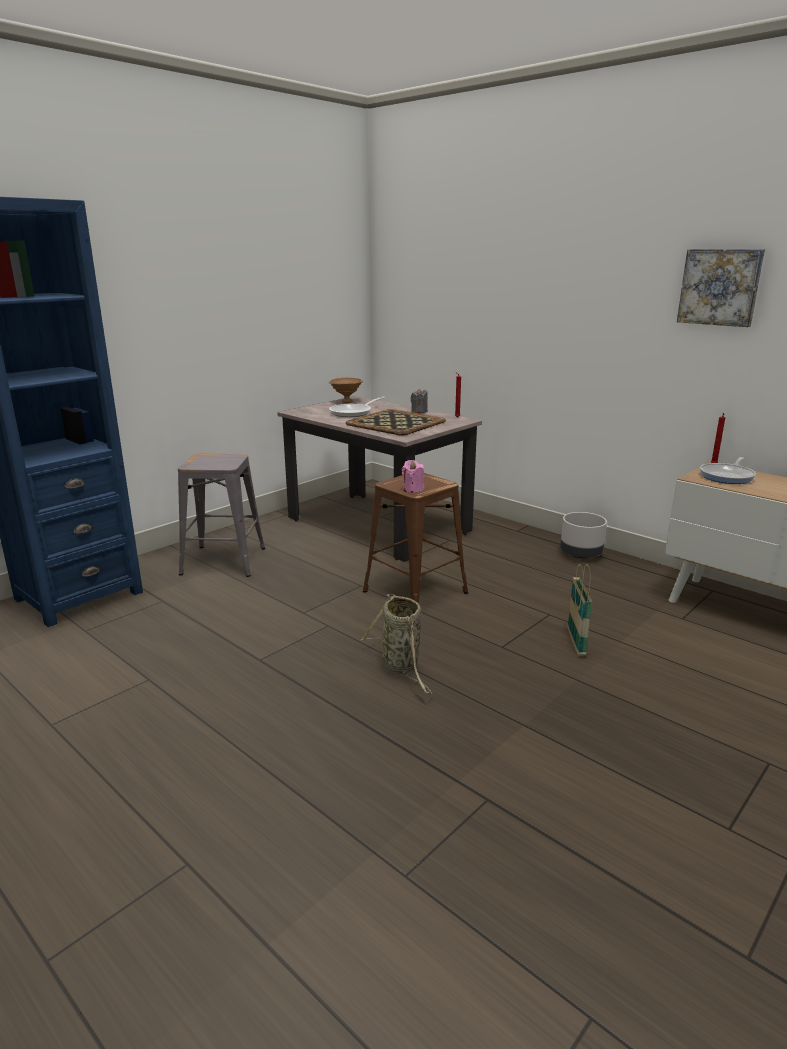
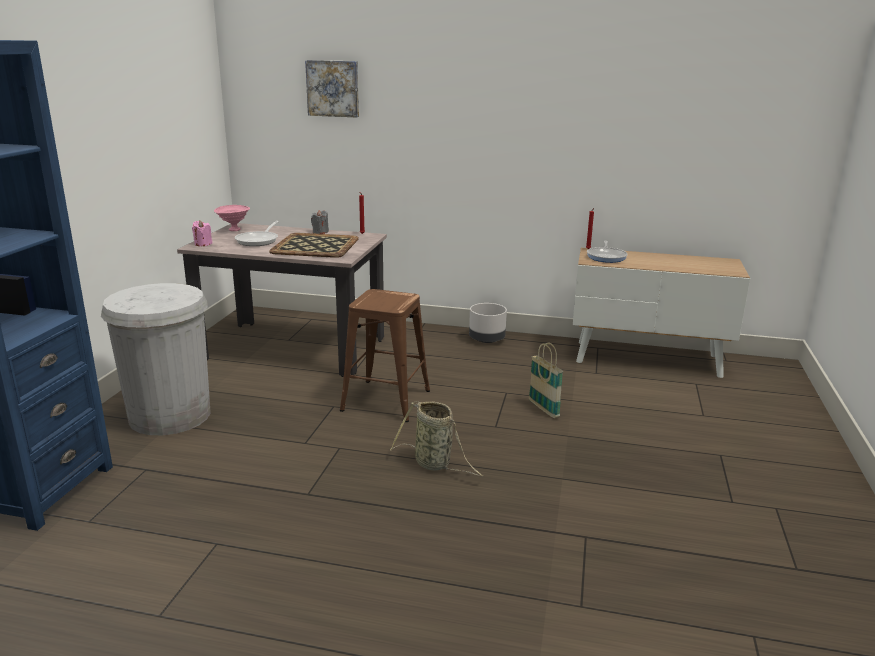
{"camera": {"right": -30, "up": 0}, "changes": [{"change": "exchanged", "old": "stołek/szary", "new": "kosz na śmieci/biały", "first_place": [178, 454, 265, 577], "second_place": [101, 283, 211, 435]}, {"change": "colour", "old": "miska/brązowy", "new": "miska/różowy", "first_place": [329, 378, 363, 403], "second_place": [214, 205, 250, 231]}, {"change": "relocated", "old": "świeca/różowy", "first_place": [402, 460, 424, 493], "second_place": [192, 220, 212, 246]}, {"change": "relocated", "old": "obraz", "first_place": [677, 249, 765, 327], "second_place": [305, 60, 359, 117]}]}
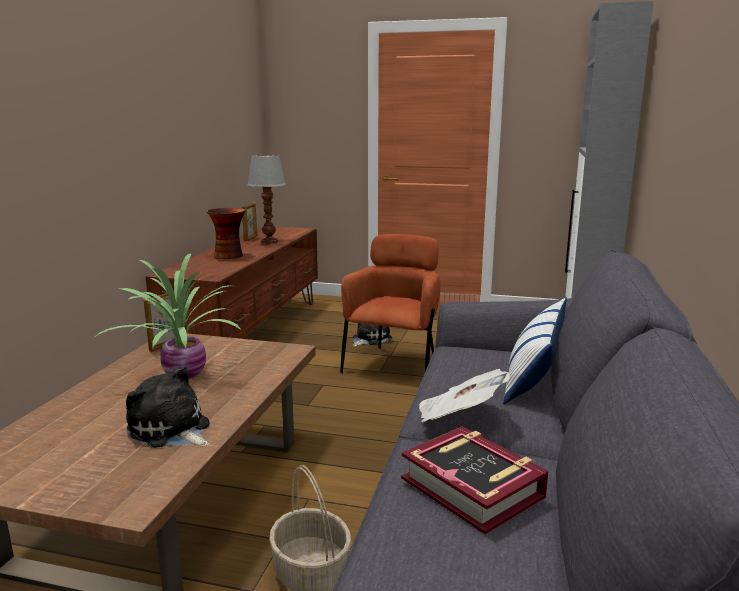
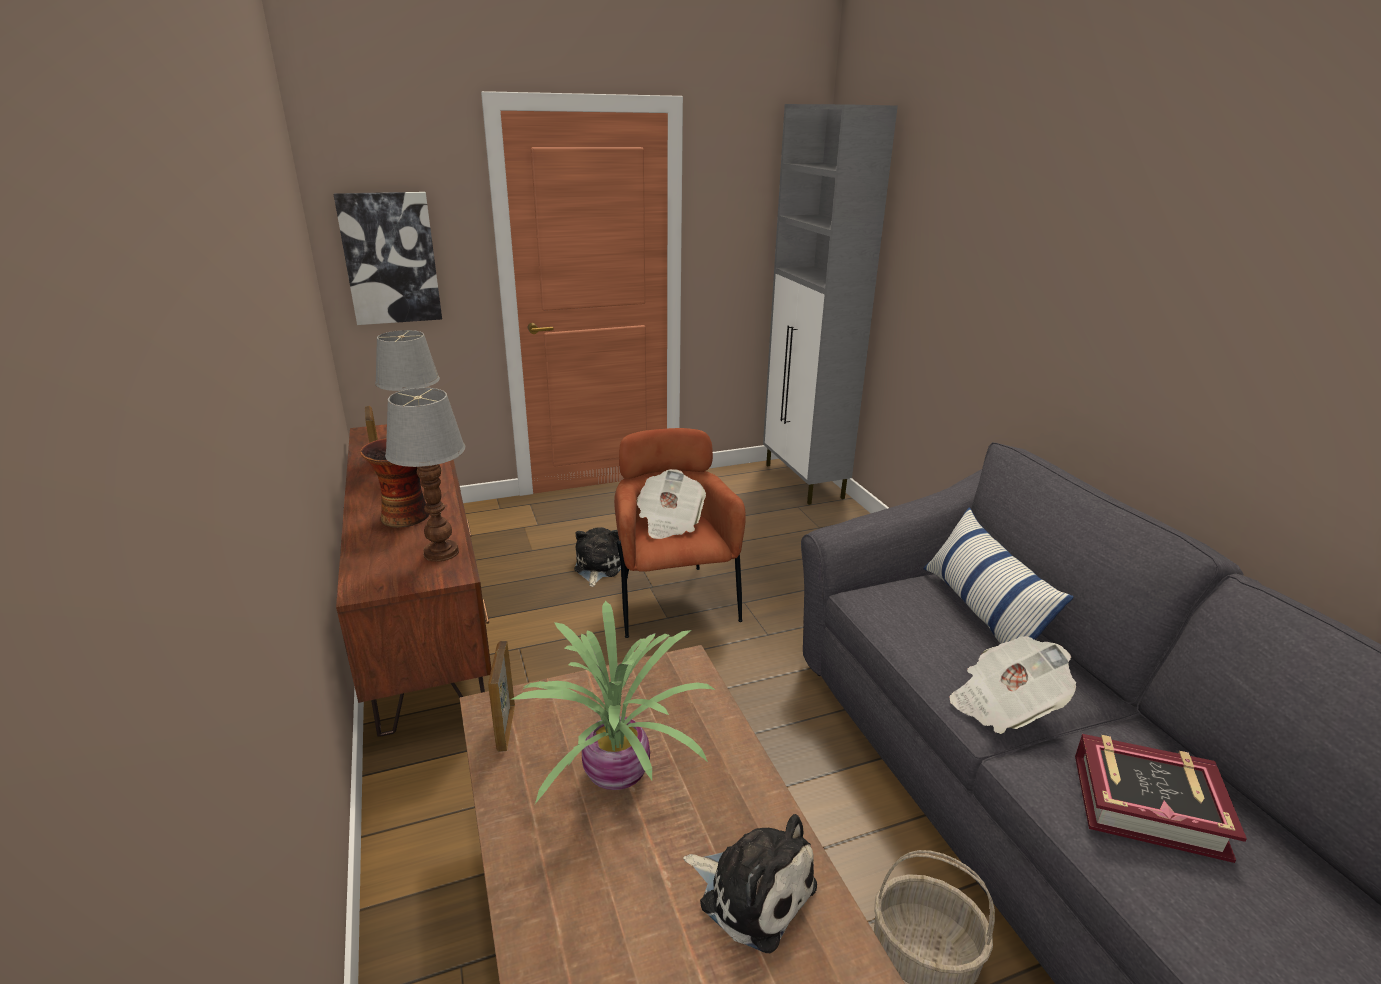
{"camera": {"right": -35, "up": 10}, "changes": [{"change": "spun", "old": "pluszak", "first_place": [126, 366, 209, 448], "second_place": [683, 814, 817, 953], "degrees": -150}, {"change": "appeared", "new": "obraz", "second_place": [333, 192, 442, 325]}, {"change": "appeared", "new": "lampa stołowa", "second_place": [385, 388, 466, 562]}, {"change": "appeared", "new": "gazeta", "second_place": [637, 469, 706, 539]}]}
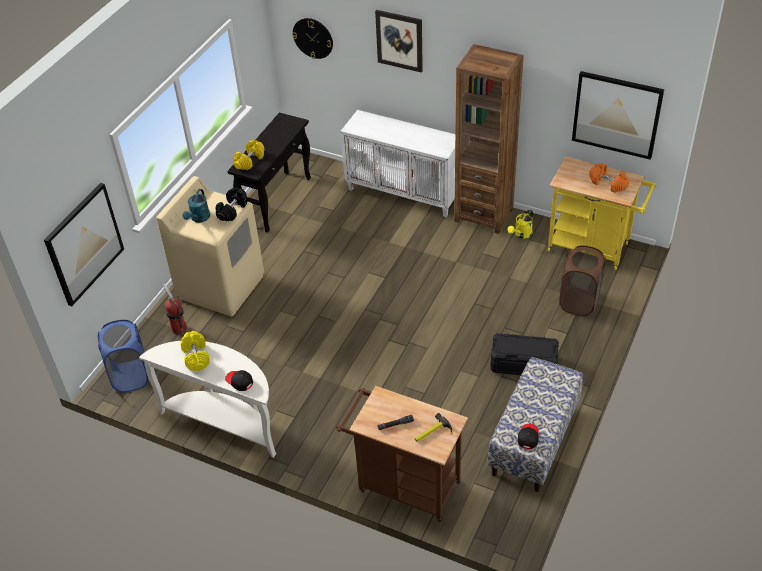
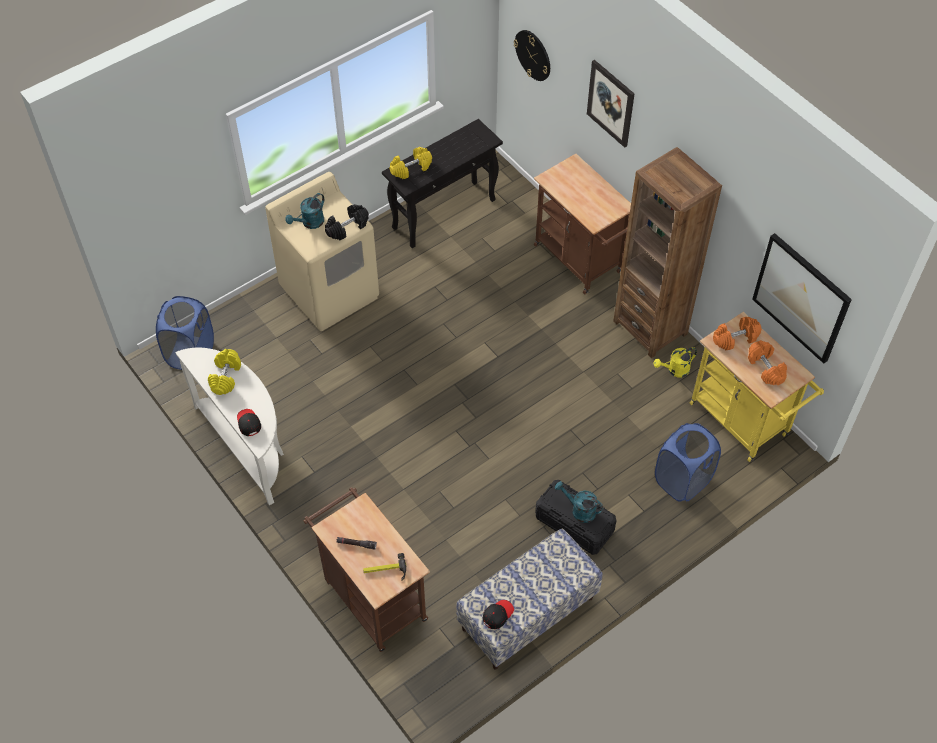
{"camera": {"right": 25, "up": 10}, "changes": [{"change": "missing", "old": "obraz", "first_place": [44, 183, 124, 306]}, {"change": "missing", "old": "gaśnica", "first_place": [162, 283, 187, 335]}, {"change": "exchanged", "old": "szafka/biały", "new": "wózek/brązowy", "first_place": [340, 110, 455, 217], "second_place": [534, 154, 631, 294]}, {"change": "colour", "old": "kosz na pranie/brązowy", "new": "kosz na pranie/niebieski", "first_place": [559, 245, 606, 316], "second_place": [655, 423, 721, 502]}, {"change": "appeared", "new": "konewka/turkusowy", "second_place": [555, 481, 603, 523]}, {"change": "appeared", "new": "hantel/pomarańczowy", "second_place": [713, 317, 762, 350]}]}
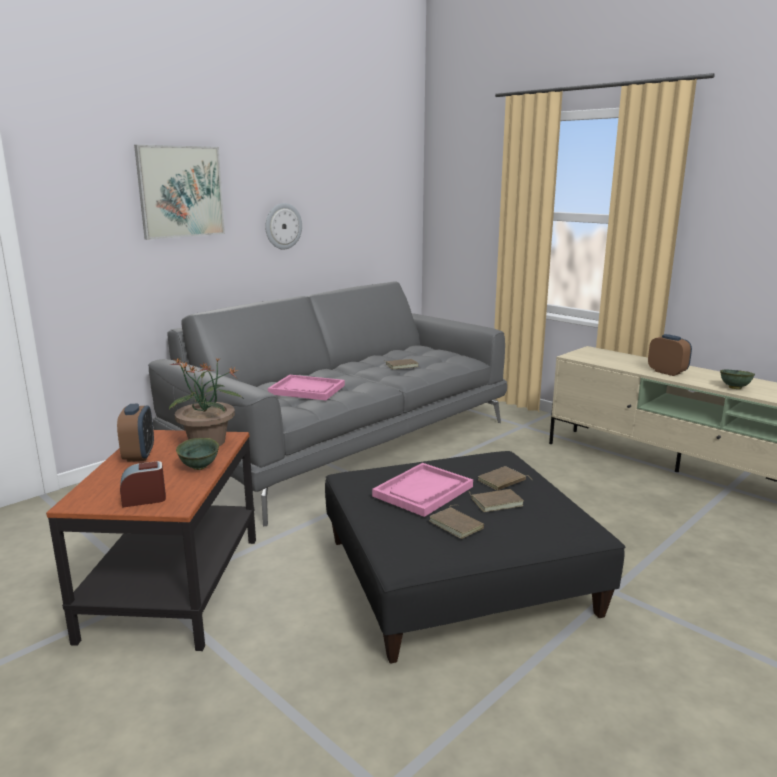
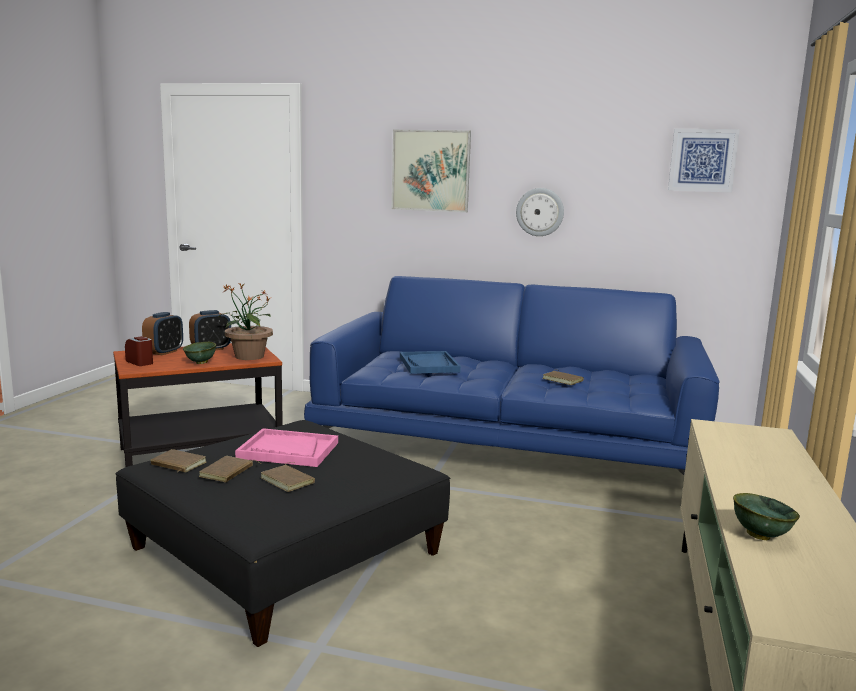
{"camera": {"right": 60, "up": -5}, "changes": [{"change": "colour", "old": "kanapa/szary", "new": "kanapa/niebieski", "first_place": [148, 282, 507, 526], "second_place": [304, 276, 719, 475]}, {"change": "colour", "old": "taca/różowy", "new": "taca/niebieski", "first_place": [268, 375, 345, 400], "second_place": [400, 351, 461, 374]}, {"change": "relocated", "old": "książka/brązowy", "first_place": [478, 466, 532, 491], "second_place": [150, 449, 206, 473]}, {"change": "relocated", "old": "budzik", "first_place": [648, 334, 692, 376], "second_place": [142, 312, 183, 355]}, {"change": "appeared", "new": "obraz", "second_place": [668, 129, 740, 193]}]}
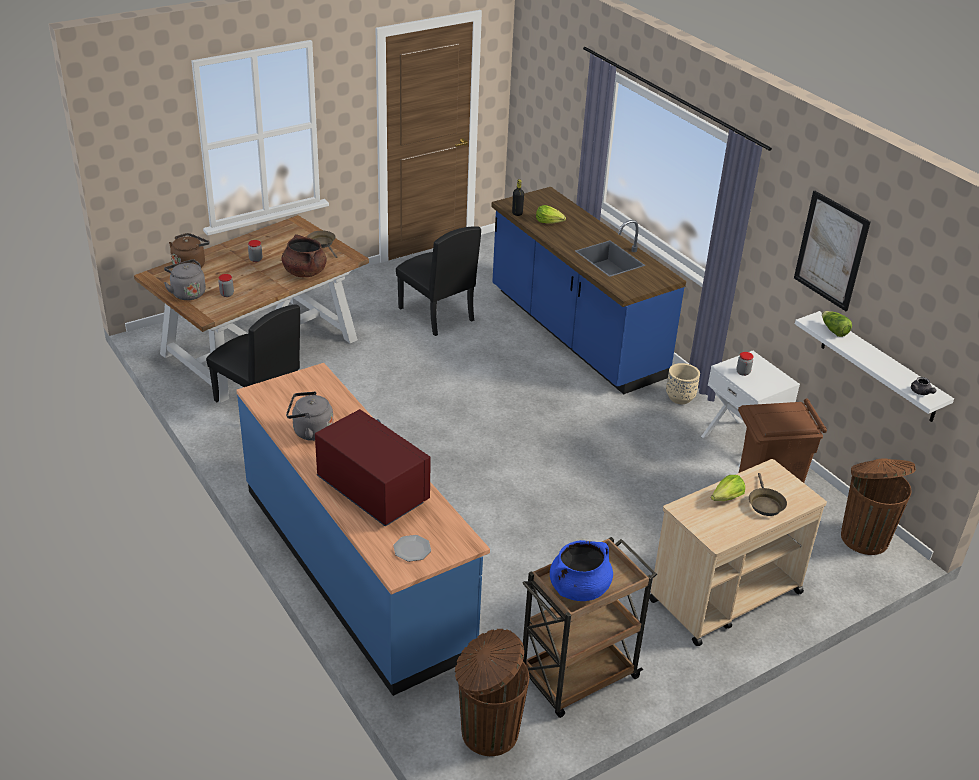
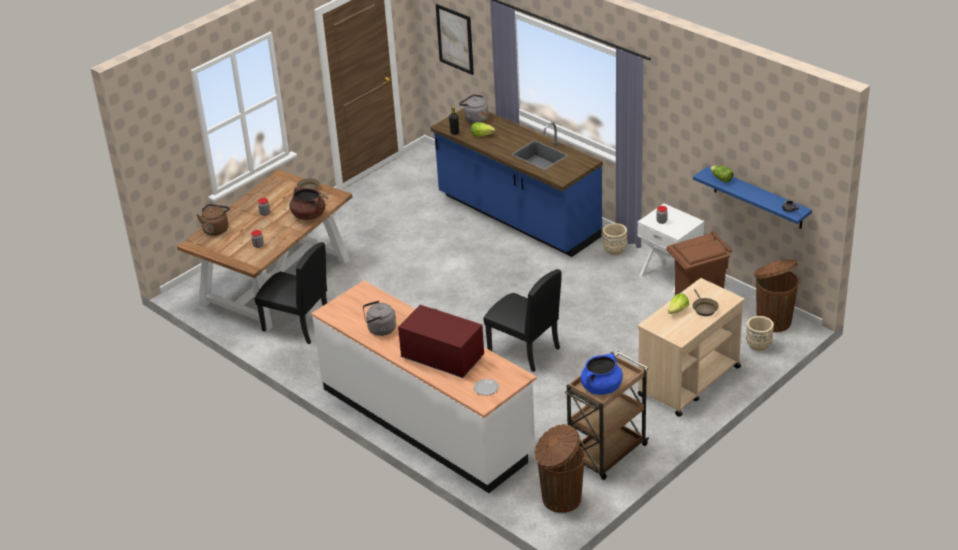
{"camera": {"right": -10, "up": 0}, "changes": [{"change": "relocated", "old": "czajnik/szary", "first_place": [164, 259, 206, 300], "second_place": [459, 94, 489, 123]}, {"change": "colour", "old": "zabudowa kuchenna/niebieski", "new": "zabudowa kuchenna/biały", "first_place": [236, 363, 490, 696], "second_place": [312, 280, 537, 493]}, {"change": "relocated", "old": "krzesło/czarny", "first_place": [396, 226, 481, 336], "second_place": [483, 269, 562, 372]}, {"change": "relocated", "old": "obraz", "first_place": [794, 191, 871, 311], "second_place": [435, 4, 474, 75]}, {"change": "colour", "old": "półka/biały", "new": "półka/niebieski", "first_place": [795, 311, 954, 422], "second_place": [693, 166, 812, 229]}, {"change": "appeared", "new": "donica/beżowy", "second_place": [746, 316, 774, 351]}]}
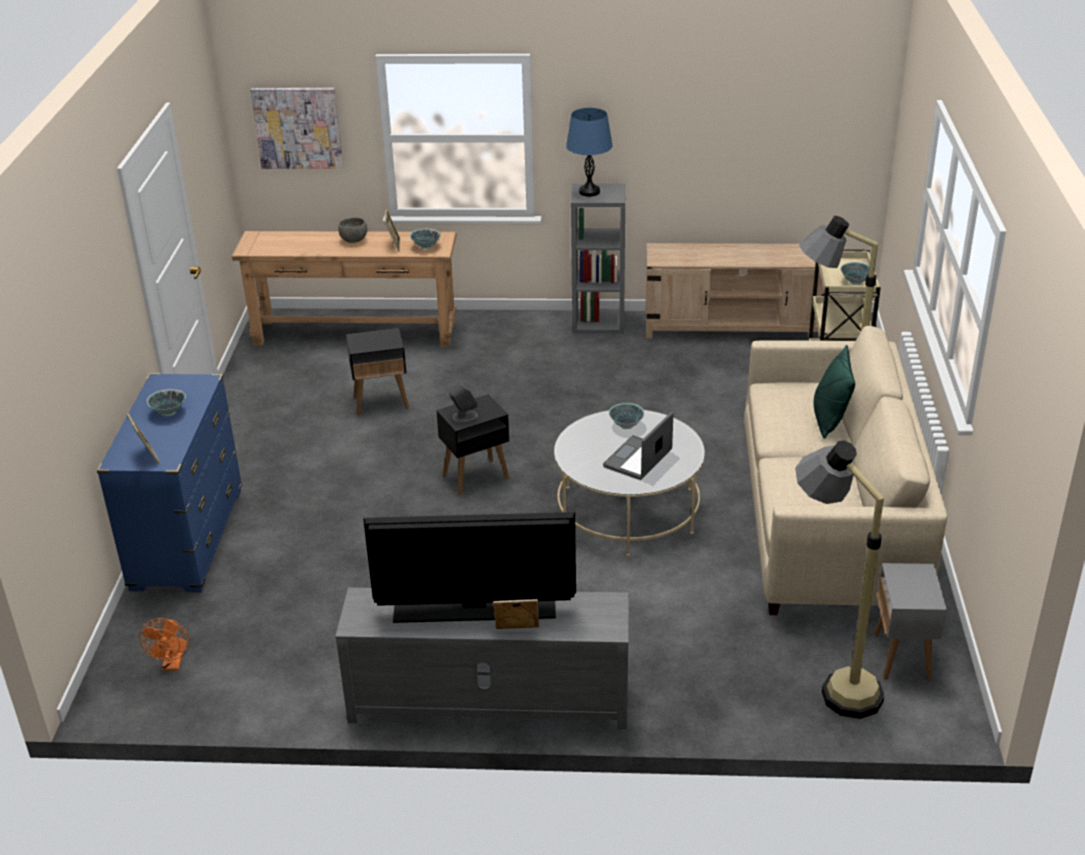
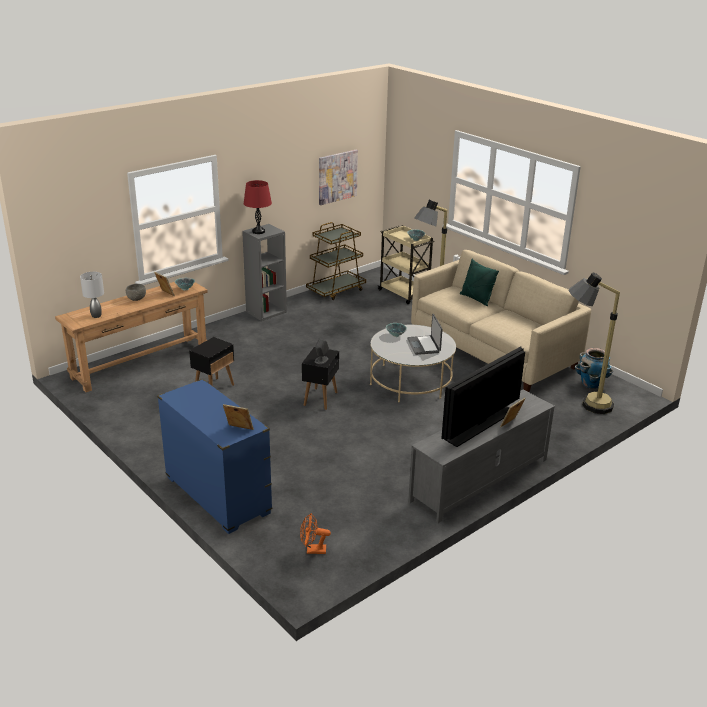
{"camera": {"right": -45, "up": -5}, "changes": [{"change": "spun", "old": "wentylator/pomarańczowy", "first_place": [139, 618, 190, 671], "second_place": [300, 513, 331, 554], "degrees": 135}, {"change": "missing", "old": "miska", "first_place": [147, 389, 186, 416]}, {"change": "relocated", "old": "obraz", "first_place": [250, 88, 343, 169], "second_place": [319, 150, 358, 205]}, {"change": "colour", "old": "lampa stołowa/niebieski", "new": "lampa stołowa/czerwony", "first_place": [566, 108, 613, 197], "second_place": [244, 180, 272, 234]}, {"change": "exchanged", "old": "szafka pod telewizor/beżowy", "new": "wózek/brązowy", "first_place": [645, 243, 845, 339], "second_place": [306, 222, 366, 300]}, {"change": "exchanged", "old": "stolik/szary", "new": "donica", "first_place": [874, 563, 947, 681], "second_place": [575, 348, 613, 389]}, {"change": "appeared", "new": "lampa stołowa/szary", "second_place": [80, 272, 104, 318]}]}
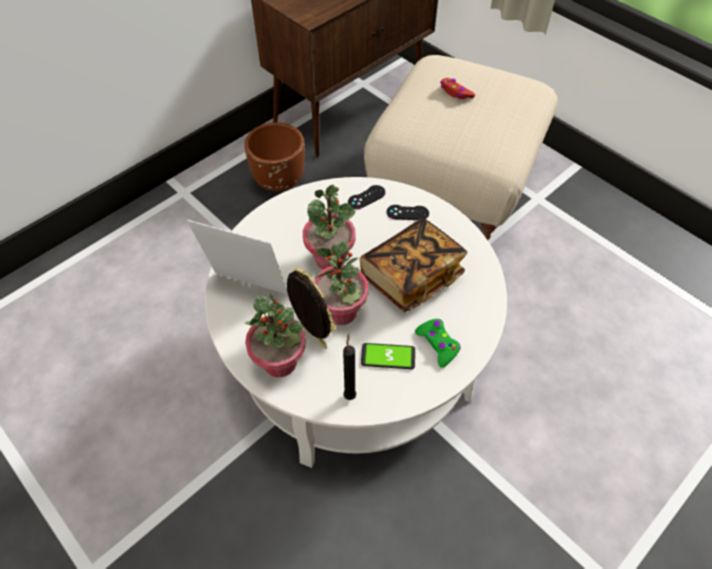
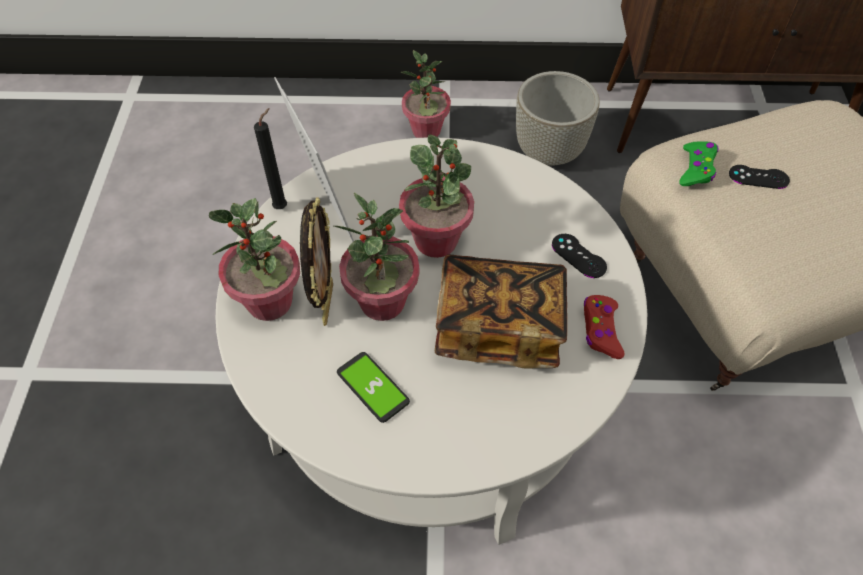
{"camera": {"right": 45, "up": 0}, "changes": [{"change": "colour", "old": "donica/brązowy", "new": "donica/szary", "first_place": [244, 122, 305, 192], "second_place": [516, 71, 600, 166]}, {"change": "relocated", "old": "świeca/czarny", "first_place": [343, 334, 356, 400], "second_place": [254, 108, 287, 209]}, {"change": "relocated", "old": "pad do gier/czarny", "first_place": [348, 185, 385, 209], "second_place": [729, 165, 790, 189]}, {"change": "relocated", "old": "pad do gier/zielony", "first_place": [415, 319, 461, 368], "second_place": [679, 141, 719, 186]}, {"change": "relocated", "old": "pad do gier/czerwony", "first_place": [440, 78, 475, 99], "second_place": [584, 295, 624, 359]}, {"change": "appeared", "new": "roślina doniczkowa", "second_place": [400, 50, 451, 138]}]}
